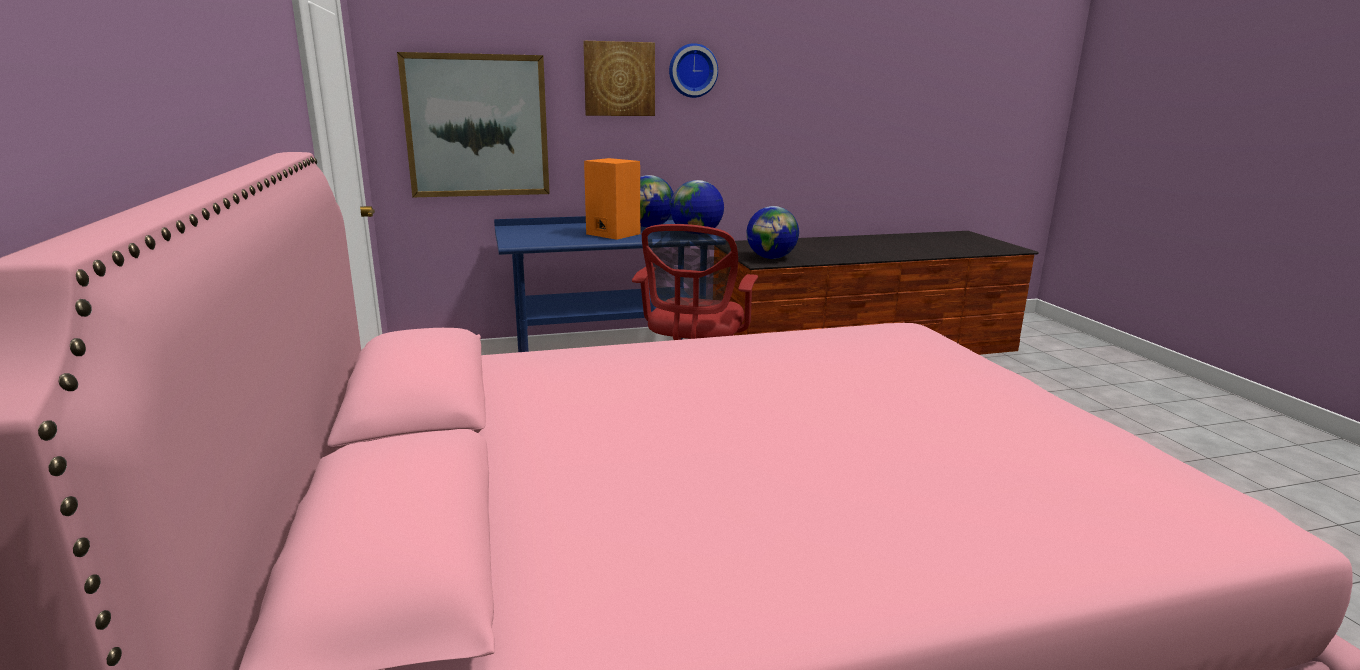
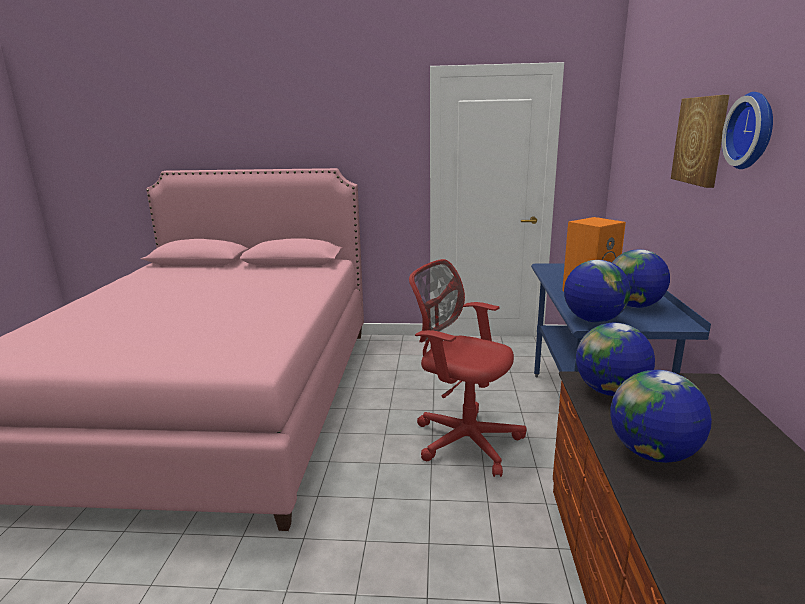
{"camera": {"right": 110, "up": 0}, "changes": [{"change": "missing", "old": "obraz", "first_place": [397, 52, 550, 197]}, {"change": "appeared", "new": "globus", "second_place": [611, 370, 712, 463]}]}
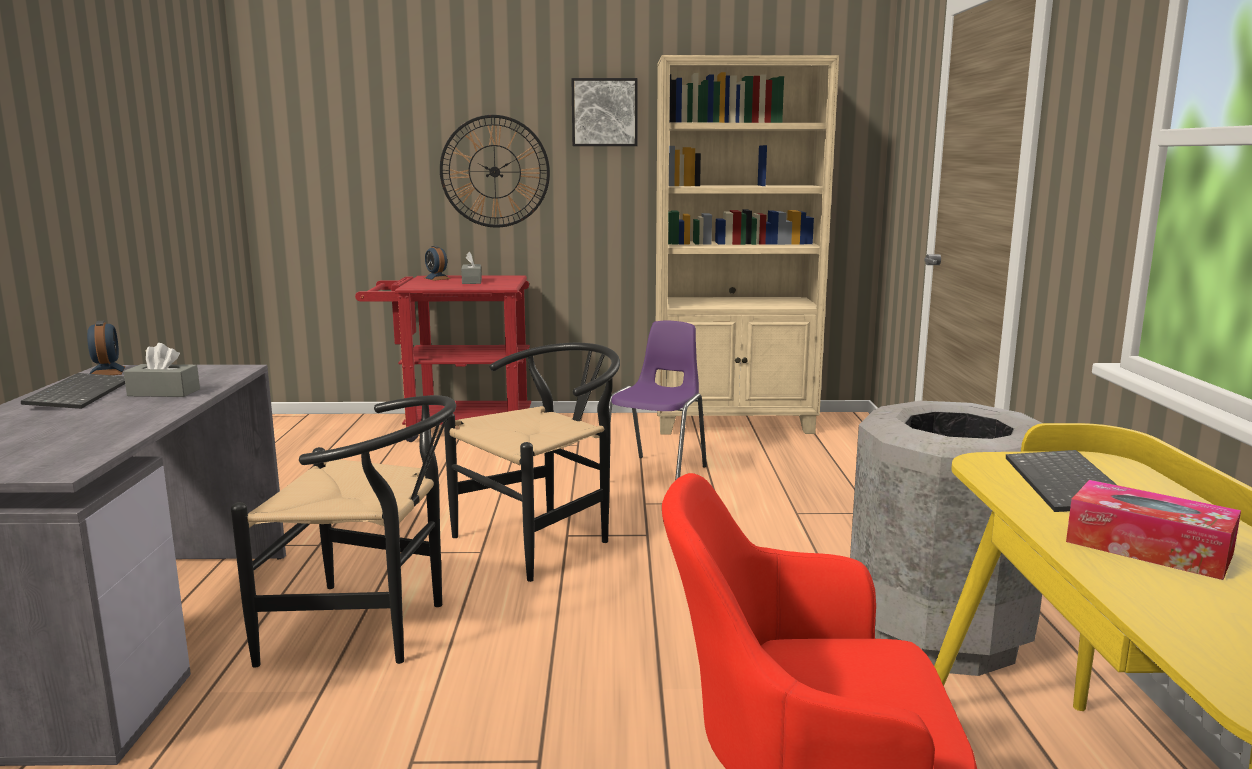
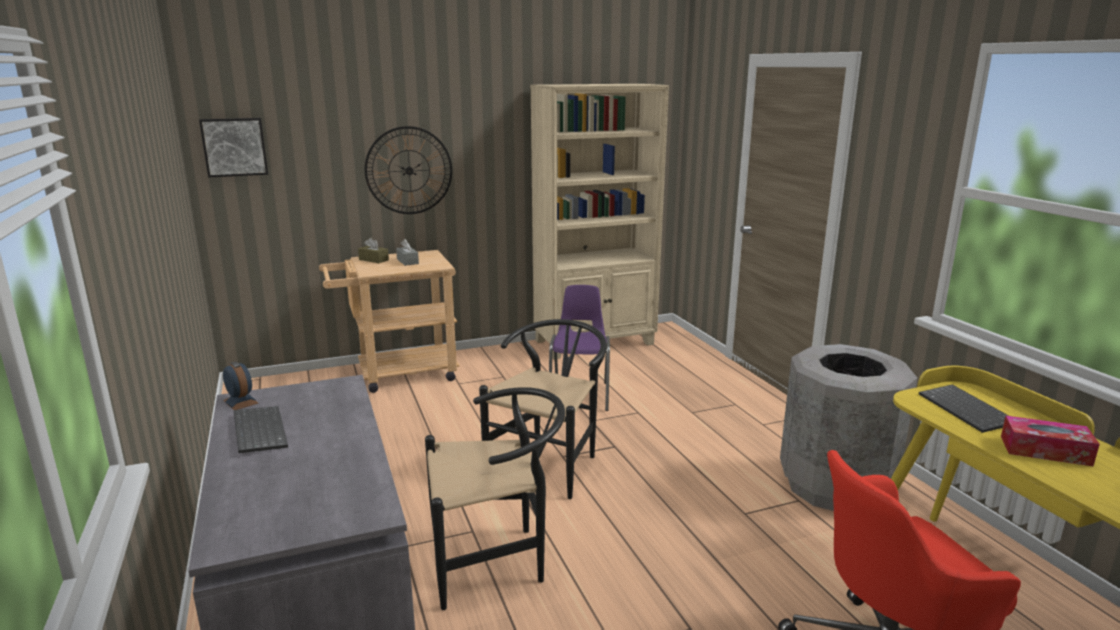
{"camera": {"right": -20, "up": 5}, "changes": [{"change": "missing", "old": "pudełko chusteczek/szary", "first_place": [124, 343, 200, 397]}, {"change": "colour", "old": "wózek/czerwony", "new": "wózek/beżowy", "first_place": [355, 275, 531, 442], "second_place": [319, 250, 459, 393]}, {"change": "exchanged", "old": "budzik", "new": "pudełko chusteczek/brązowy", "first_place": [424, 246, 451, 281], "second_place": [358, 238, 389, 263]}, {"change": "relocated", "old": "obraz", "first_place": [572, 78, 638, 146], "second_place": [199, 118, 268, 178]}]}
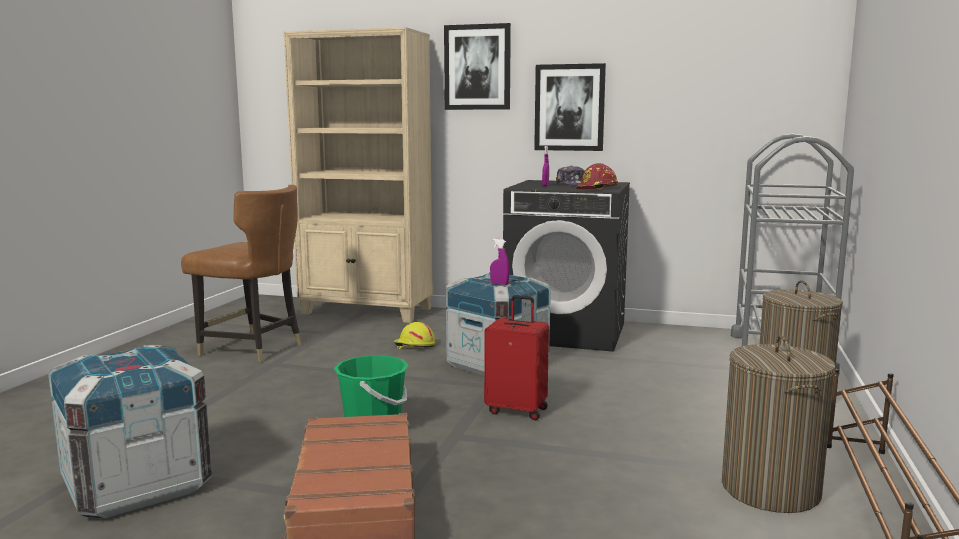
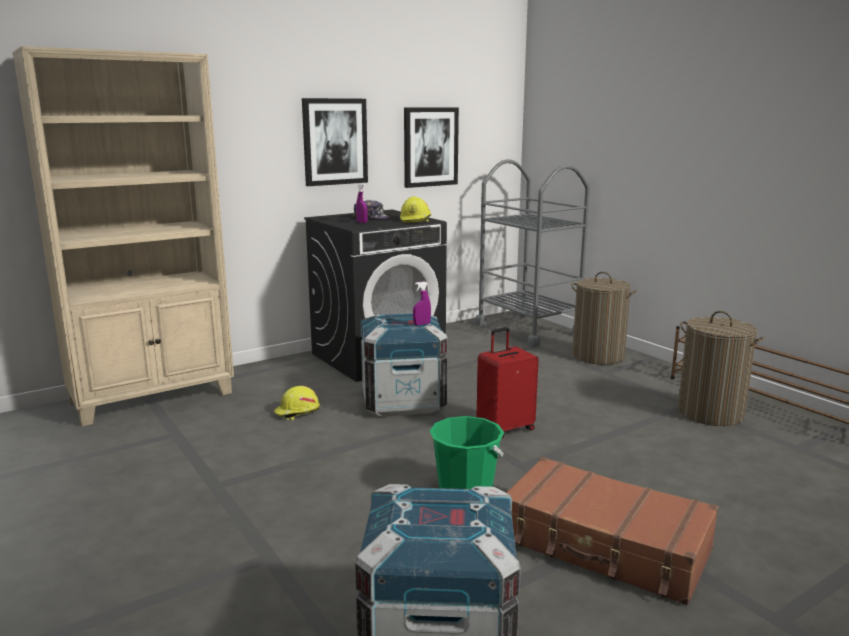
{"camera": {"right": -50, "up": 5}, "changes": [{"change": "missing", "old": "krzesło/brązowy", "first_place": [181, 185, 302, 362]}, {"change": "relocated", "old": "obraz", "first_place": [444, 23, 511, 110], "second_place": [404, 107, 459, 188]}, {"change": "colour", "old": "kask/czerwony", "new": "kask/żółty", "first_place": [576, 163, 618, 190], "second_place": [400, 196, 431, 223]}]}
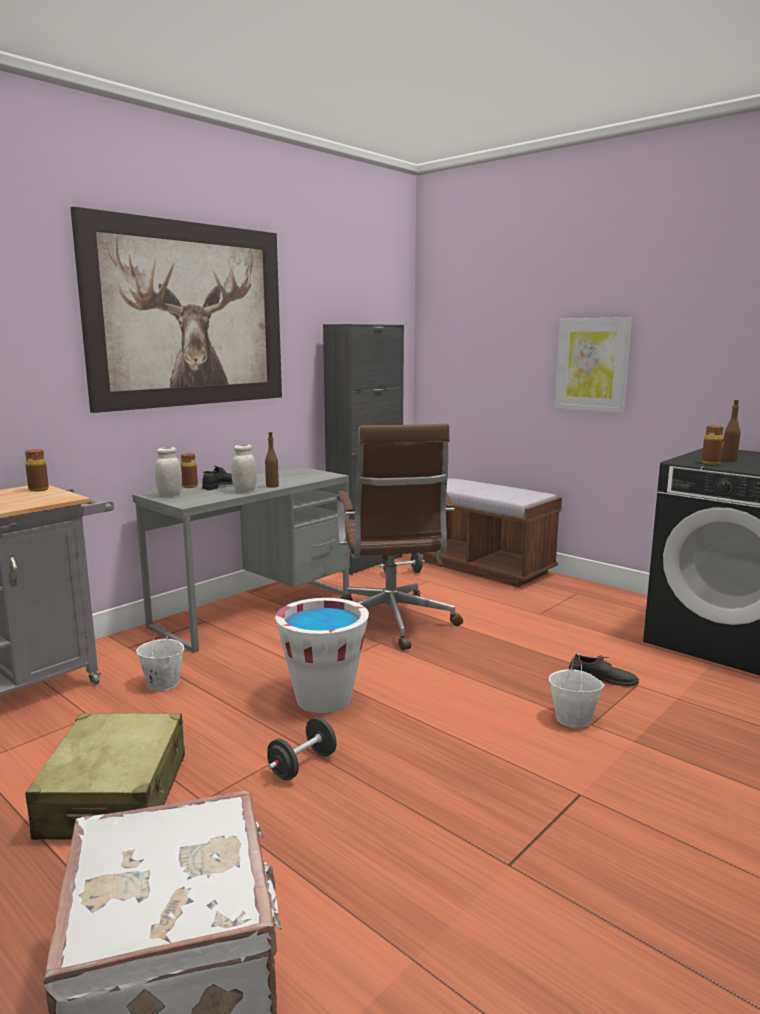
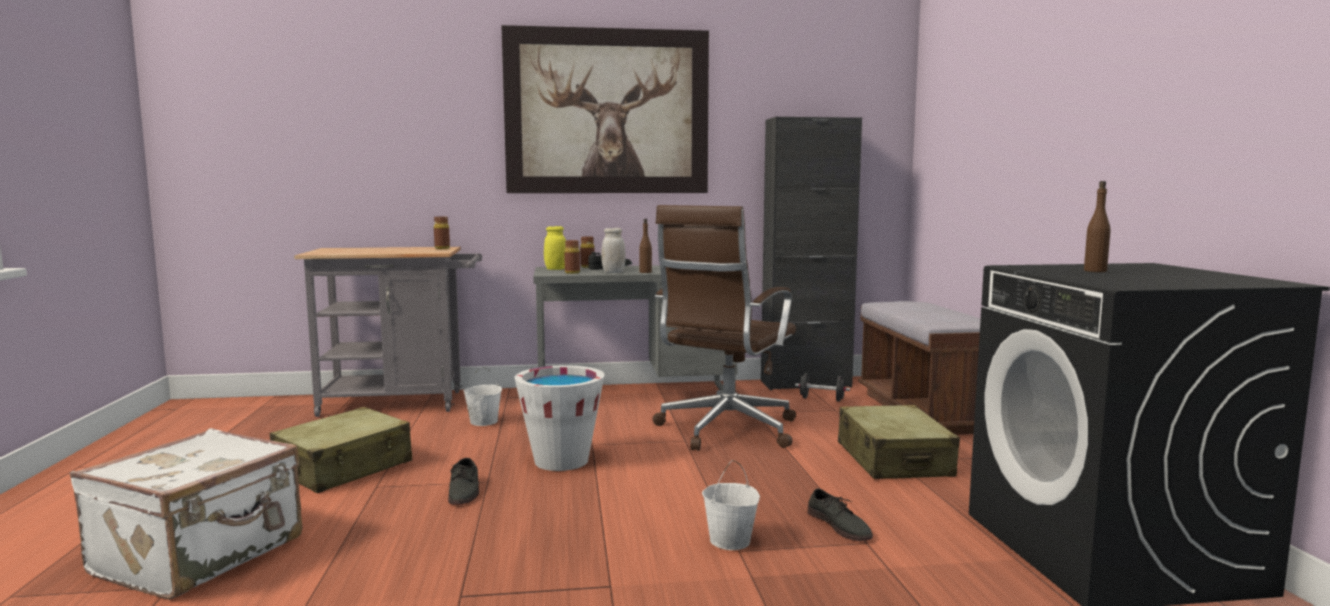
{"camera": {"right": 40, "up": -5}, "changes": [{"change": "colour", "old": "słoik/biały", "new": "słoik/żółty", "first_place": [155, 447, 182, 497], "second_place": [544, 226, 566, 270]}, {"change": "exchanged", "old": "hantel/czarny", "new": "but/szary", "first_place": [267, 717, 336, 780], "second_place": [448, 458, 479, 505]}, {"change": "missing", "old": "obraz", "first_place": [555, 317, 632, 413]}, {"change": "relocated", "old": "butelka/brązowy", "first_place": [702, 426, 724, 465], "second_place": [564, 240, 580, 274]}, {"change": "appeared", "new": "walizka/beżowy", "second_place": [838, 405, 960, 479]}]}
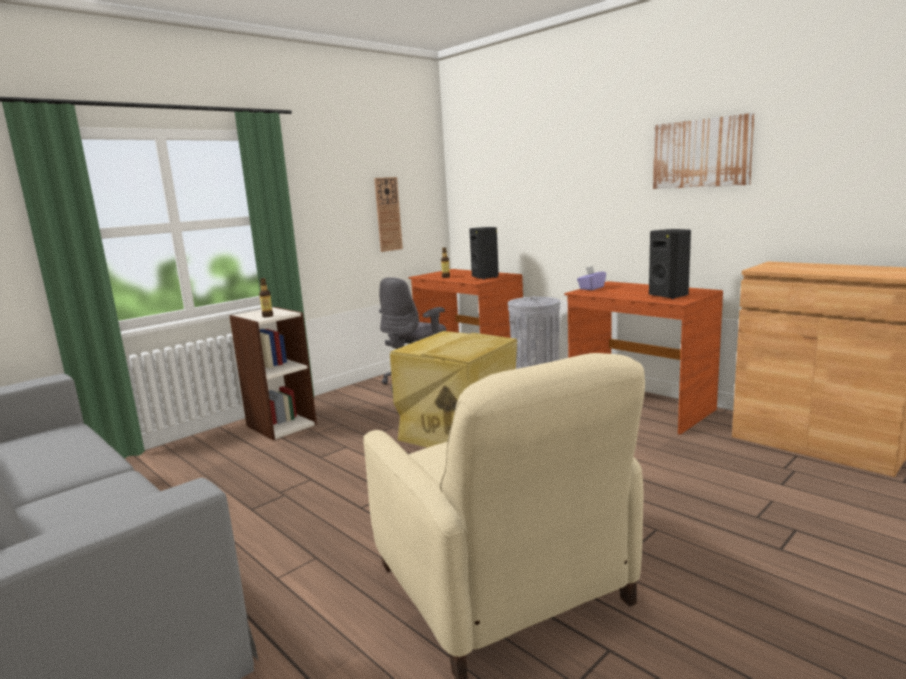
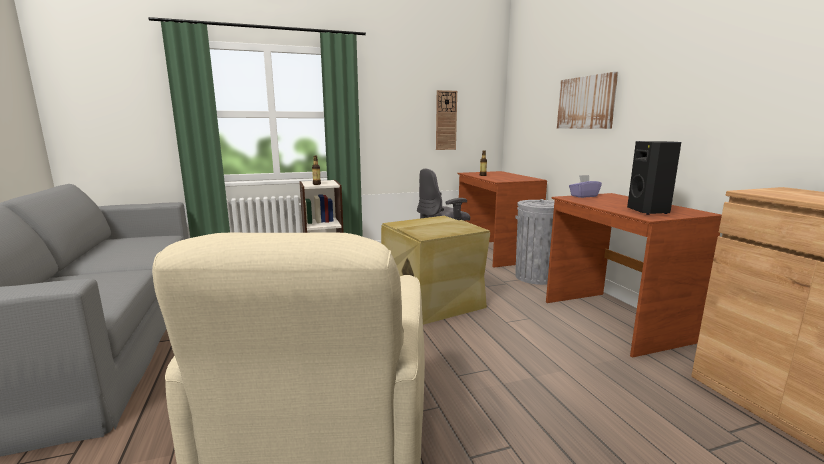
{"camera": {"right": 25, "up": 0}, "changes": [{"change": "missing", "old": "głośnik/czarny", "first_place": [469, 227, 499, 280]}, {"change": "relocated", "old": "obraz", "first_place": [653, 113, 755, 189], "second_place": [557, 72, 618, 129]}]}
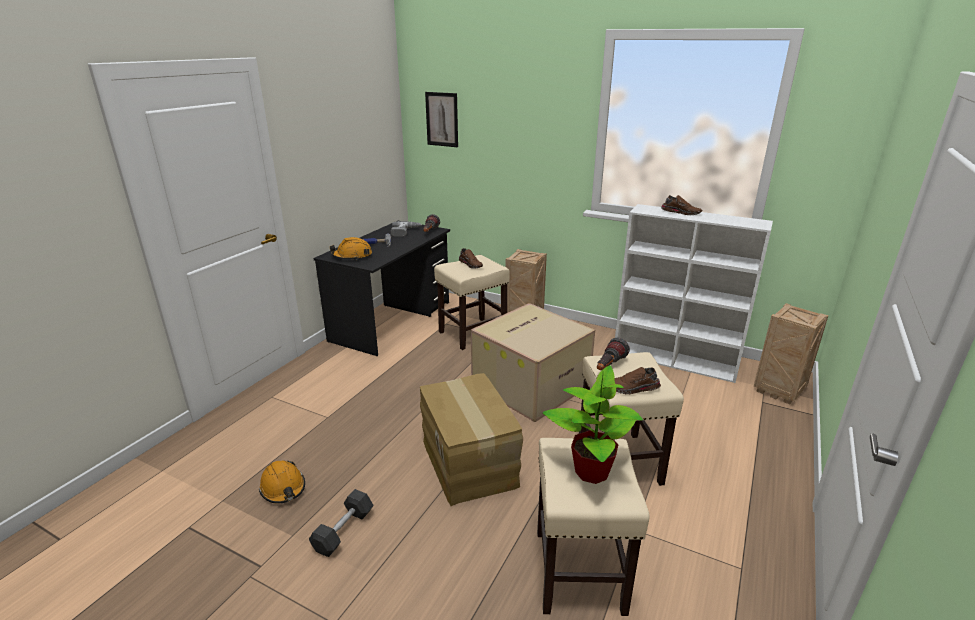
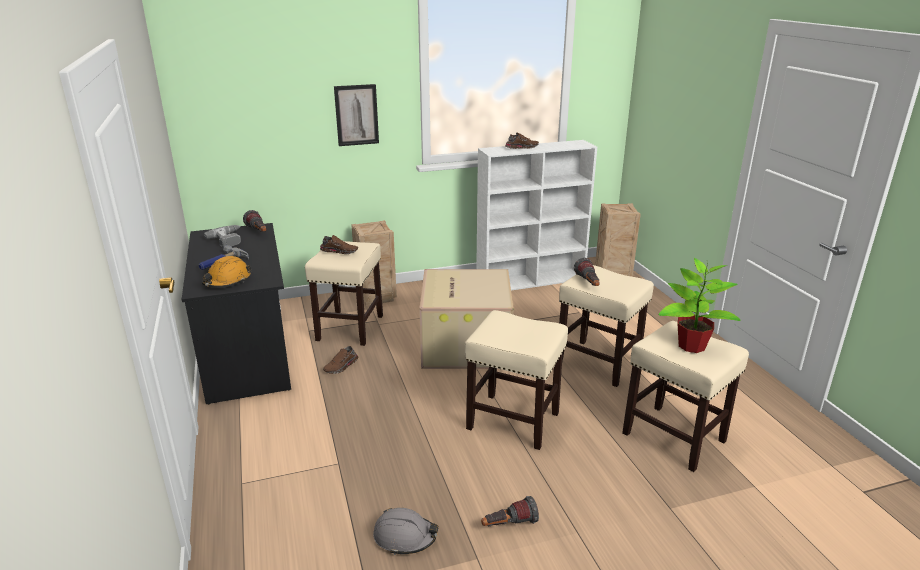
{"camera": {"right": -45, "up": 0}, "changes": [{"change": "colour", "old": "kask/pomarańczowy", "new": "kask/szary", "first_place": [259, 461, 305, 504], "second_place": [373, 508, 439, 555]}, {"change": "exchanged", "old": "hantel/szary", "new": "latarka", "first_place": [309, 489, 374, 557], "second_place": [481, 496, 539, 526]}, {"change": "exchanged", "old": "karton", "new": "stołek/beżowy", "first_place": [420, 373, 523, 506], "second_place": [465, 310, 568, 450]}, {"change": "relocated", "old": "obraz", "first_place": [425, 92, 458, 147], "second_place": [334, 84, 379, 146]}, {"change": "relocated", "old": "but/brązowy", "first_place": [615, 367, 661, 394], "second_place": [323, 346, 358, 374]}]}
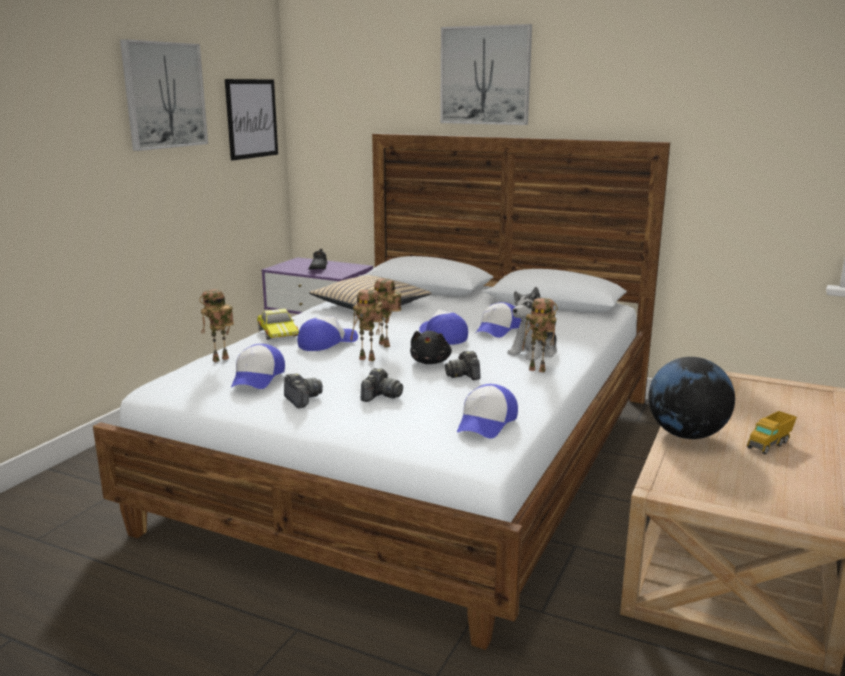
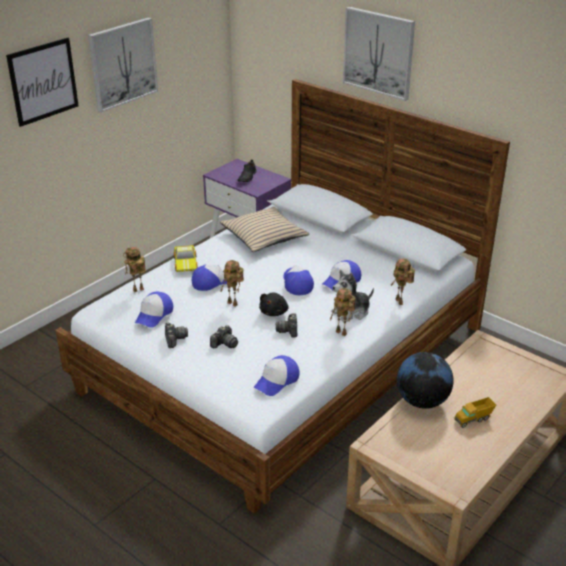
{"camera": {"right": 15, "up": 15}, "changes": [{"change": "relocated", "old": "obraz", "first_place": [225, 79, 278, 161], "second_place": [6, 38, 79, 127]}, {"change": "relocated", "old": "robot zabawkowy", "first_place": [374, 278, 402, 348], "second_place": [390, 259, 415, 305]}]}
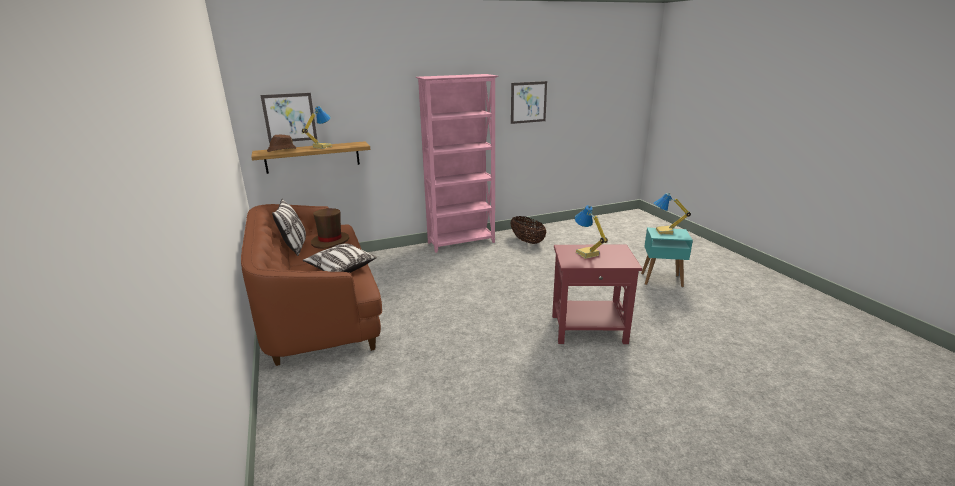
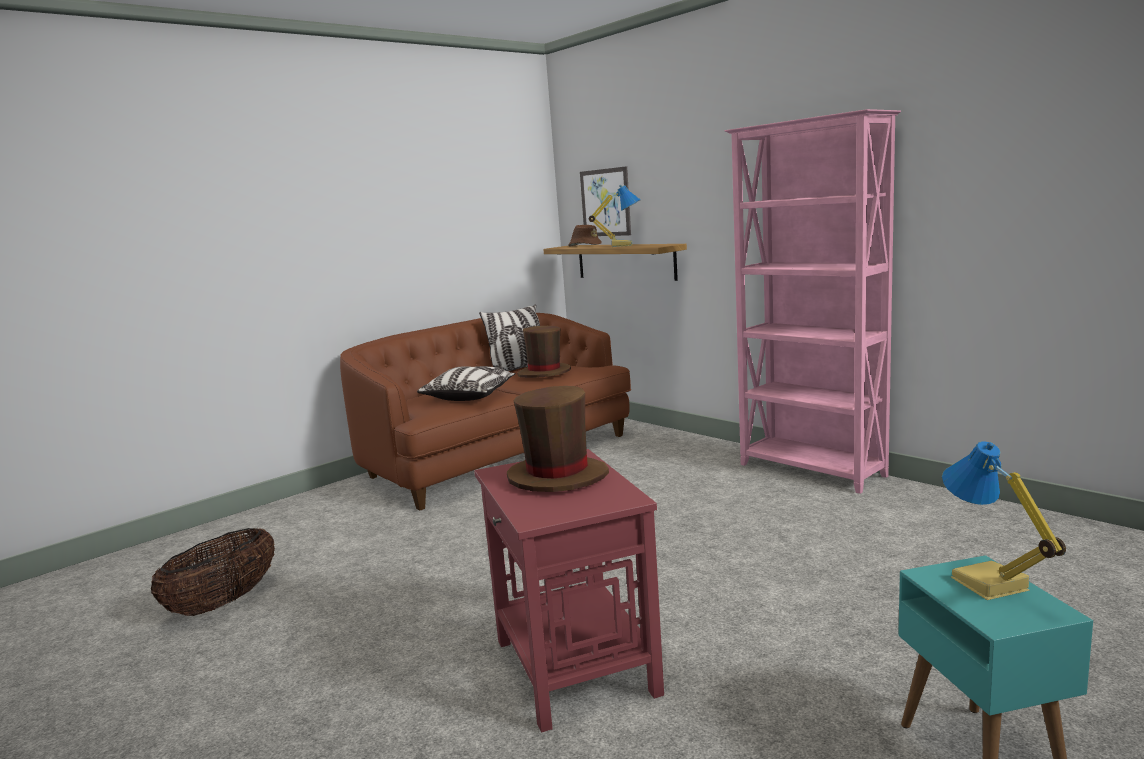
{"camera": {"right": 70, "up": -10}, "changes": [{"change": "relocated", "old": "koszyk", "first_place": [510, 216, 547, 244], "second_place": [151, 528, 275, 616]}, {"change": "missing", "old": "obraz", "first_place": [511, 81, 547, 124]}, {"change": "exchanged", "old": "lampa stołowa", "new": "kapelusz/brązowy", "first_place": [575, 205, 608, 259], "second_place": [507, 386, 609, 492]}]}
